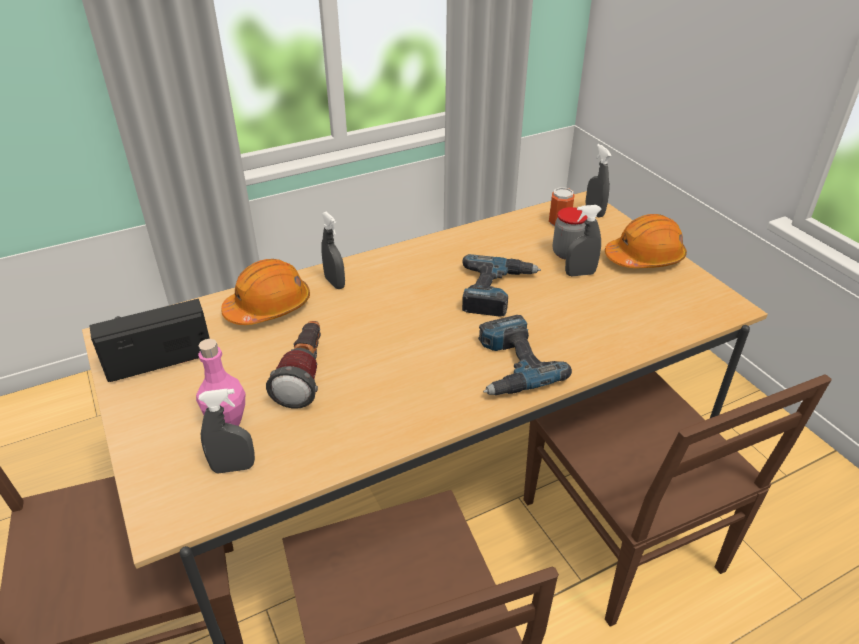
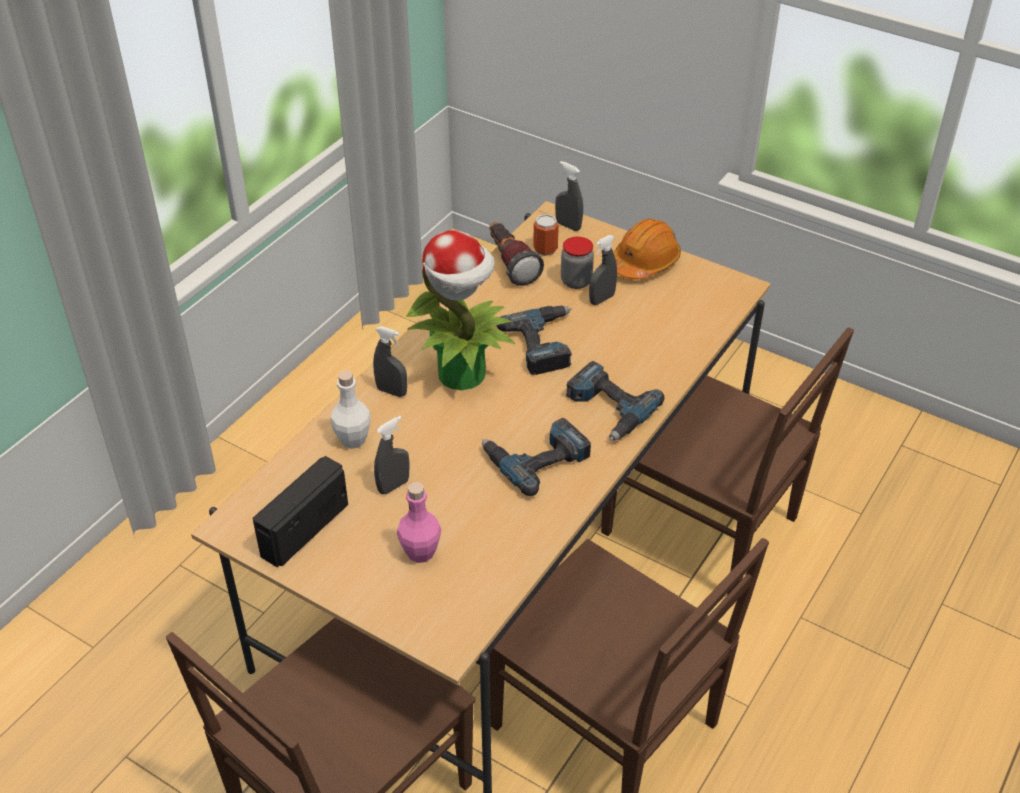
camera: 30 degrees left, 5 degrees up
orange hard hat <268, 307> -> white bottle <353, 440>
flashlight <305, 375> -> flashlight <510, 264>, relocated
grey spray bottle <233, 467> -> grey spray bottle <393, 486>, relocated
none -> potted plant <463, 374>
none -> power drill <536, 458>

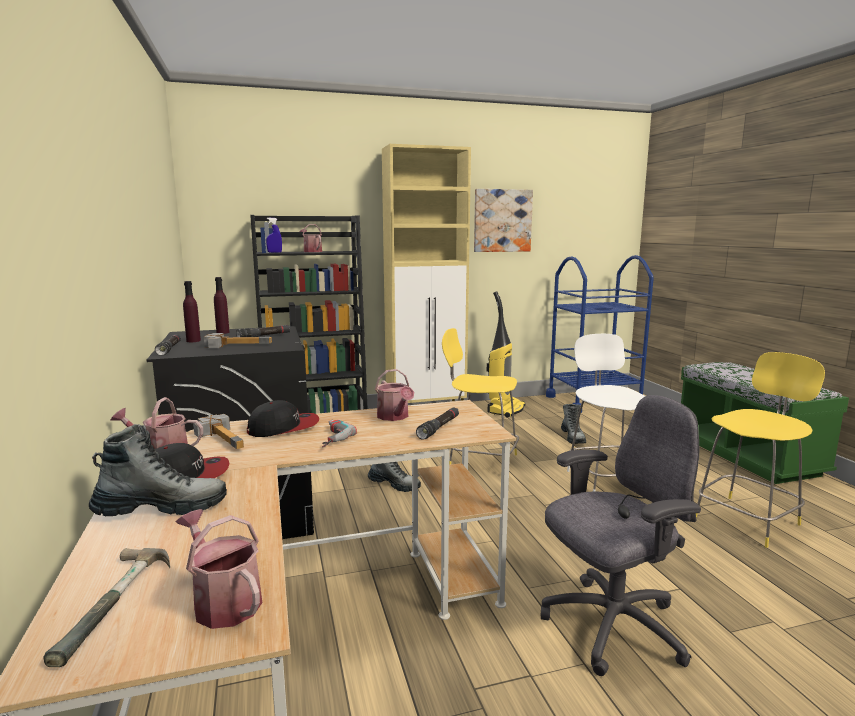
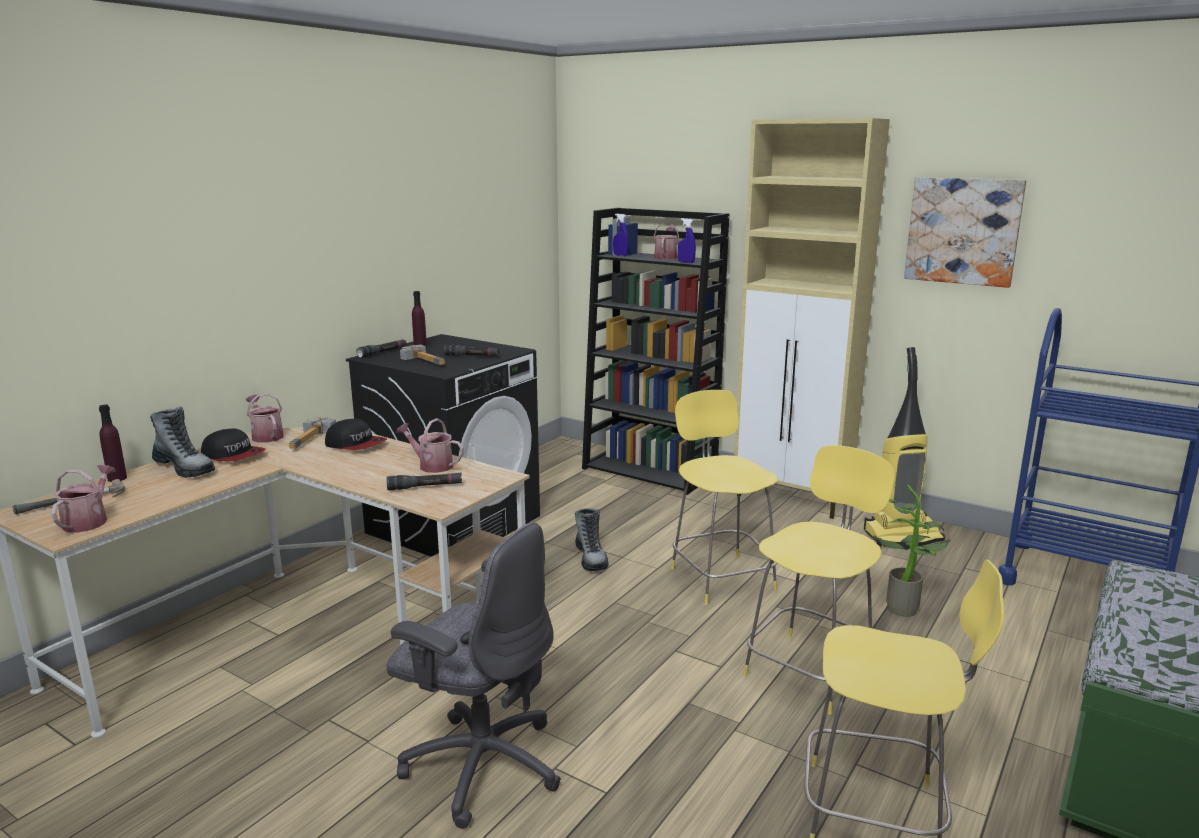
camera: 50 degrees right, 5 degrees up
purple bottle <223, 332> -> purple bottle <117, 478>, relocated
white stool <606, 480> -> yellow stool <811, 670>
watering can <394, 417> -> watering can <432, 465>, 90 degrees clockwise
boot <573, 437> -> potted plant <905, 607>
power drill <328, 438> -> none
none -> blue spray bottle <686, 262>

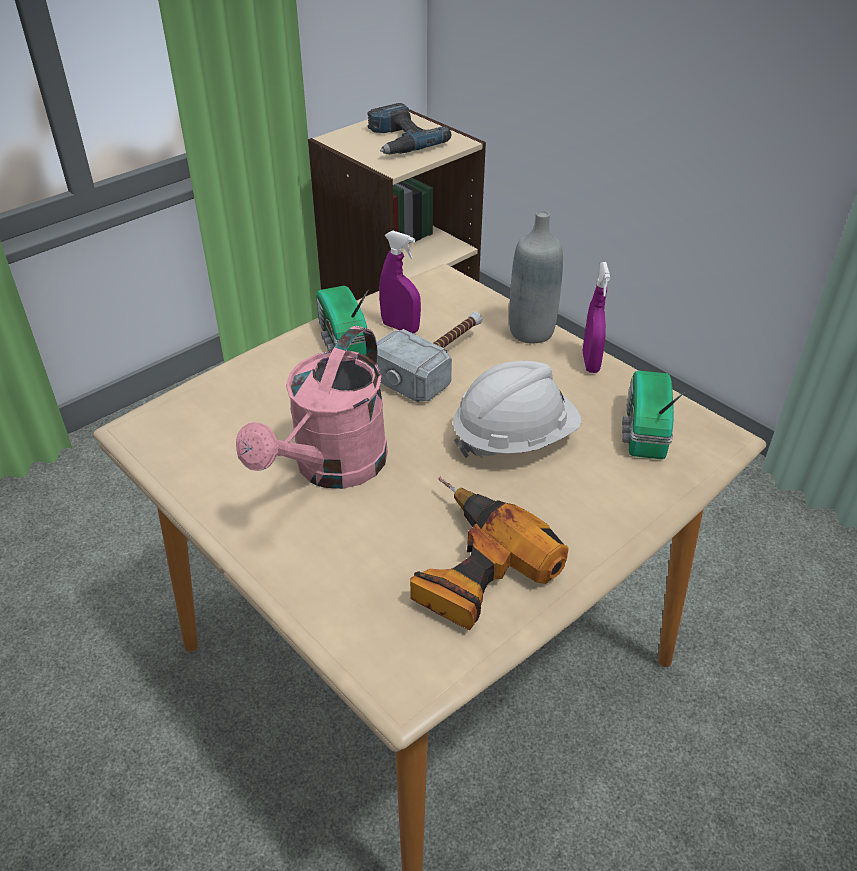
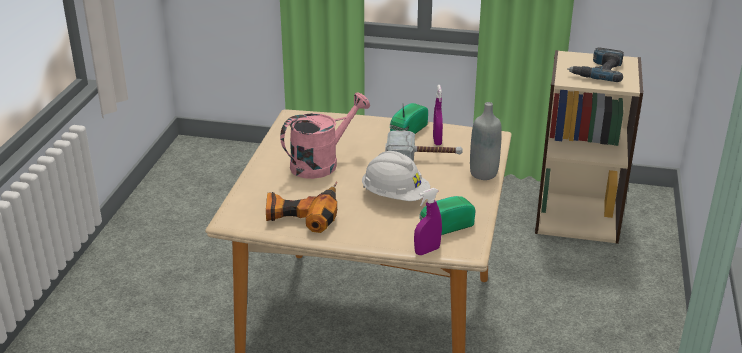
camera: 55 degrees right, 10 degrees down
purple spray bottle <590, 362> -> purple spray bottle <427, 251>, relocated
pink watering can <331, 469> -> pink watering can <321, 163>, 150 degrees clockwise

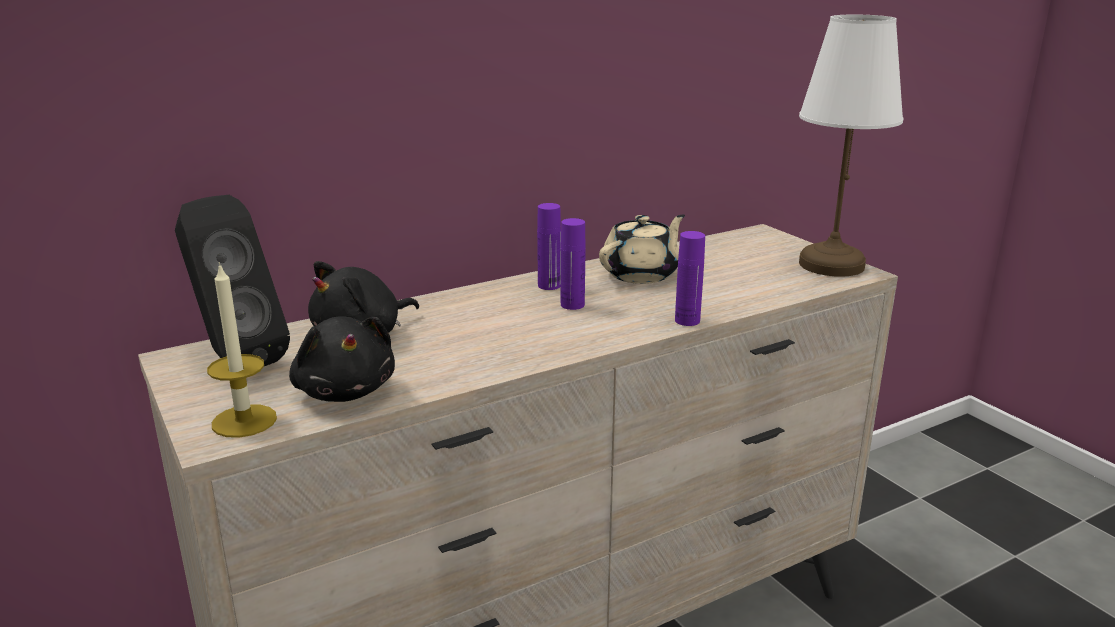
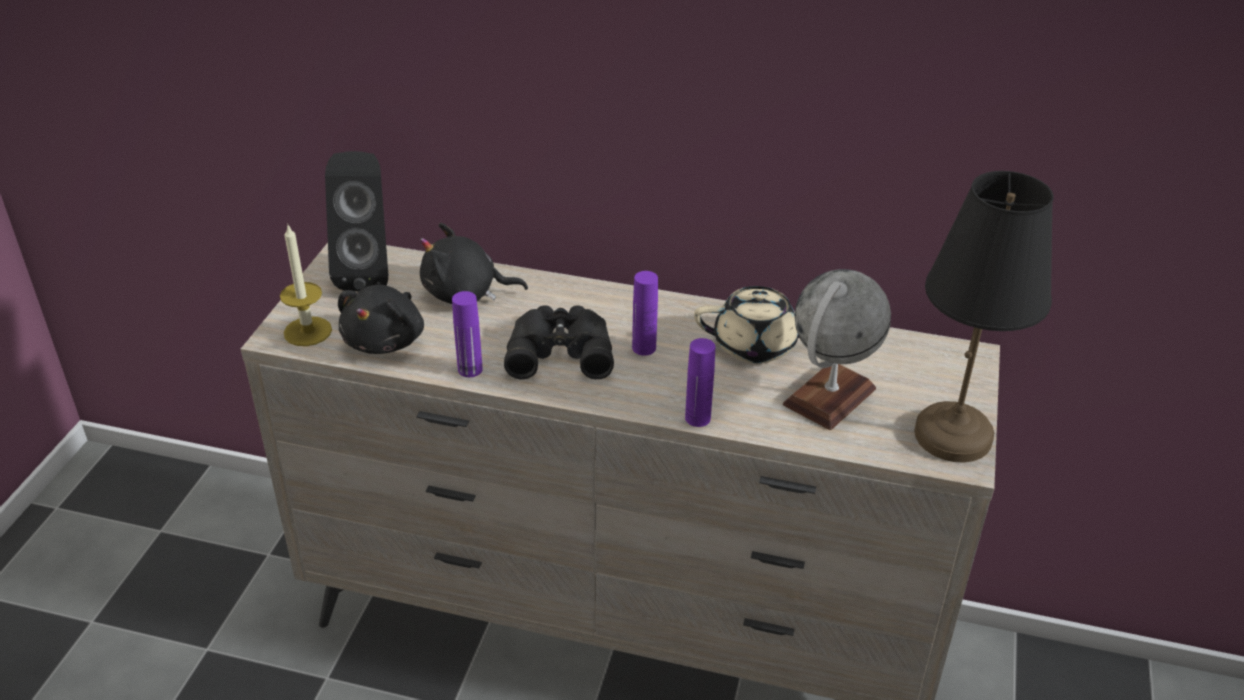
camera: 45 degrees right, 15 degrees up
white table lamp <830, 264> -> black table lamp <952, 434>
purple bottle <549, 285> -> purple bottle <470, 369>, relocated
none -> globe <829, 397>
none -> black binoculars <559, 349>

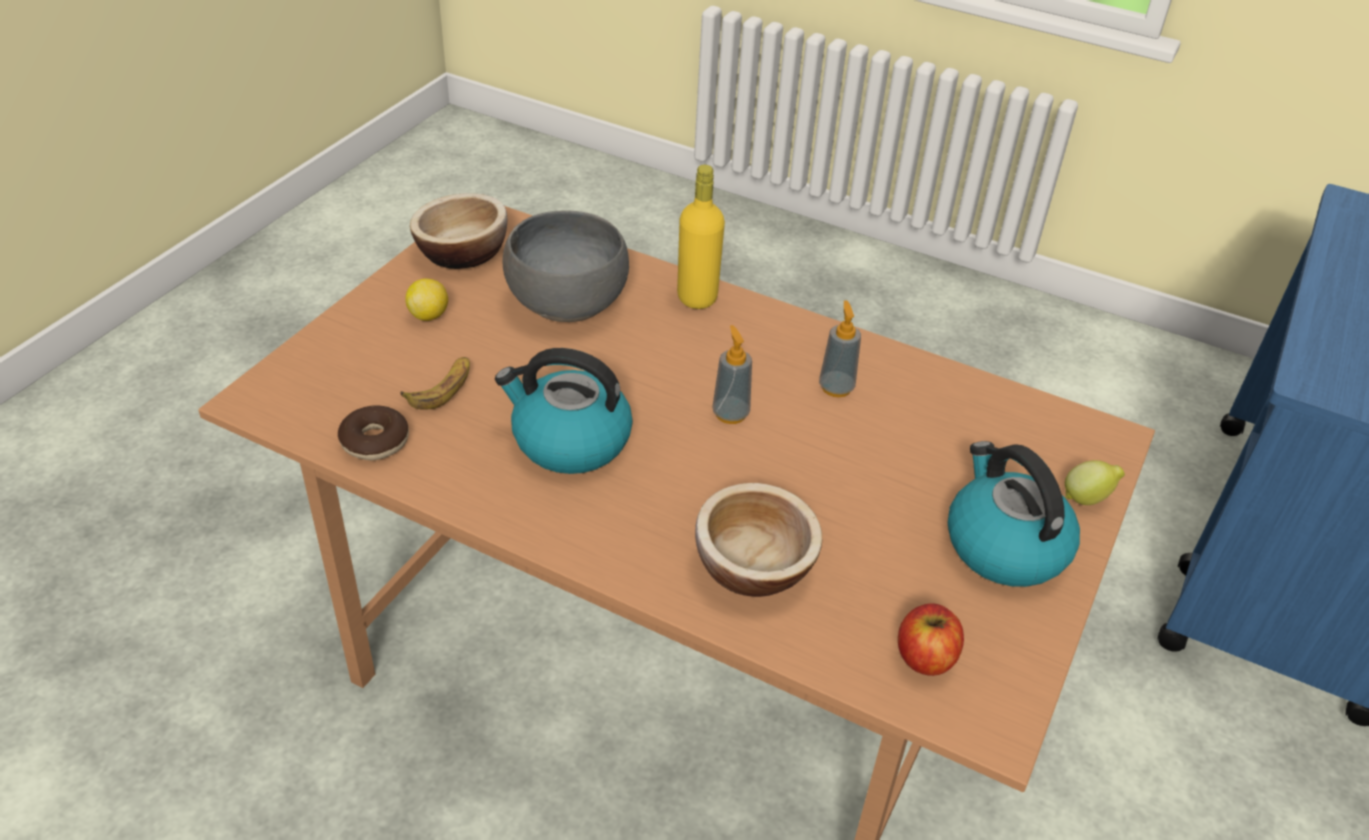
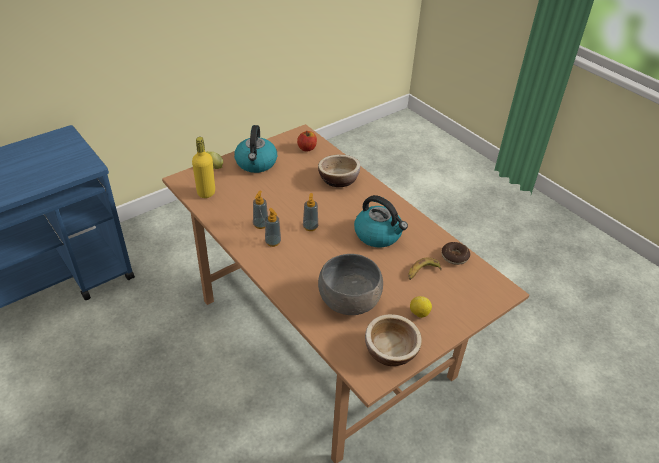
camera: 155 degrees left, 0 degrees up
yellow bottle <697, 297> -> yellow bottle <206, 193>, relocated
none -> soap dispenser <273, 242>

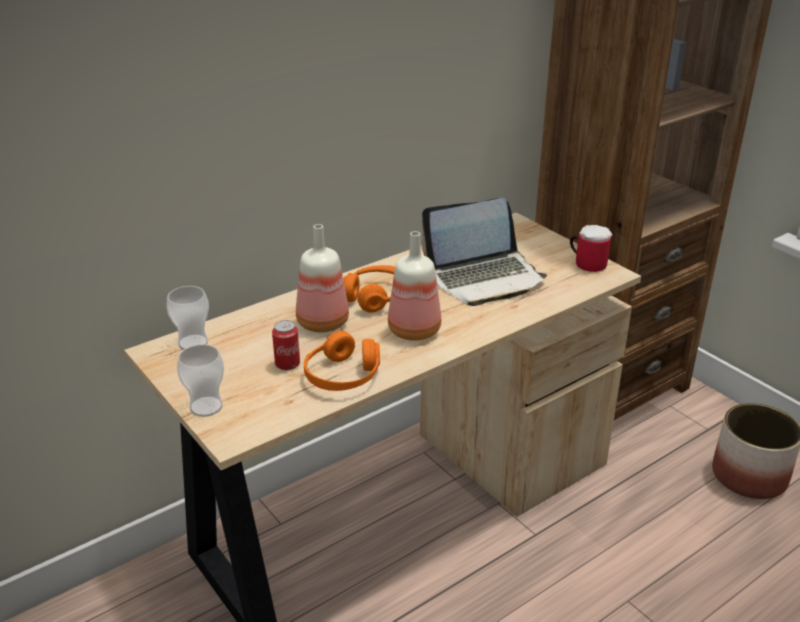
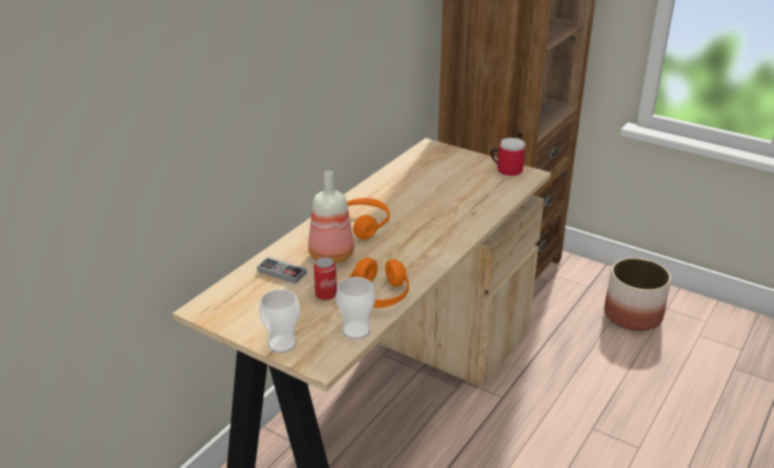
camera: 20 degrees left, 0 degrees up
laptop <484, 278> -> none
bottle <413, 330> -> none
cup <193, 343> -> cup <356, 330>, relocated
none -> game controller <282, 272>

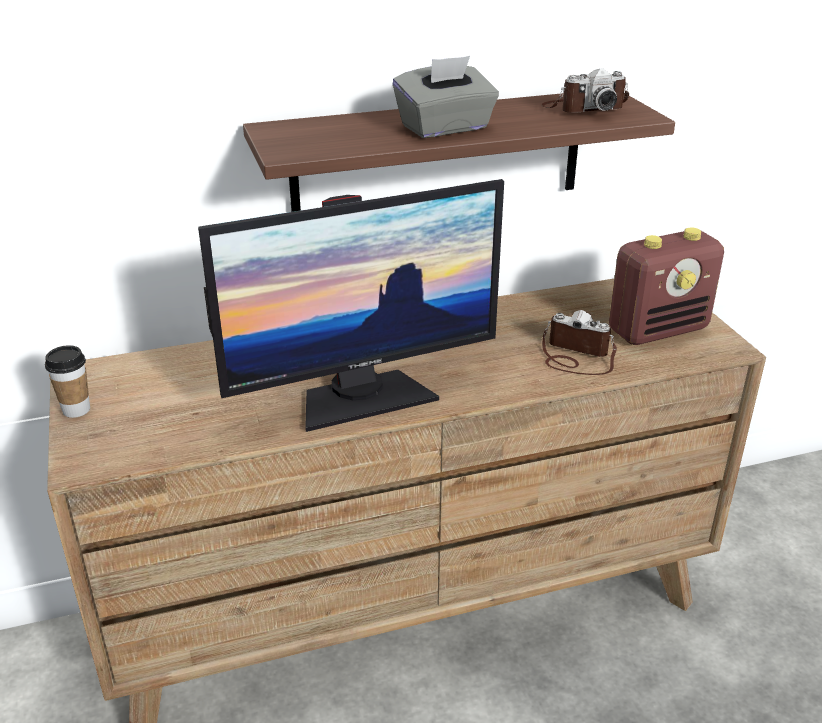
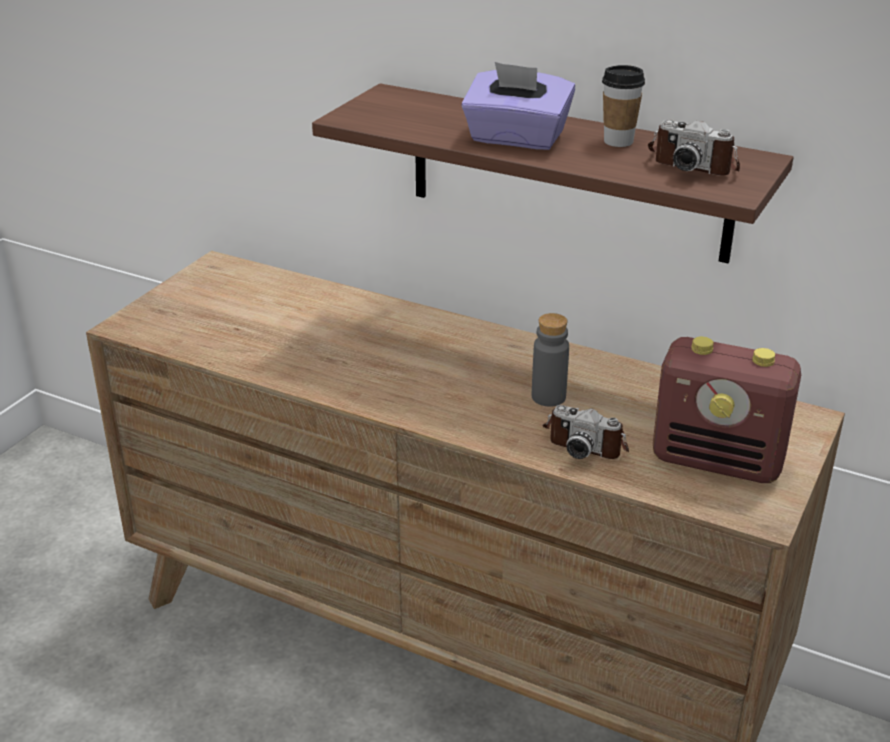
camera: 45 degrees right, 0 degrees up
grey tissue box <445, 128> -> purple tissue box <516, 139>
monitor <361, 396> -> none
photo camera <576, 357> -> photo camera <587, 441>, 135 degrees clockwise
cup <76, 410> -> cup <618, 141>, relocated
none -> grey bottle <548, 397>

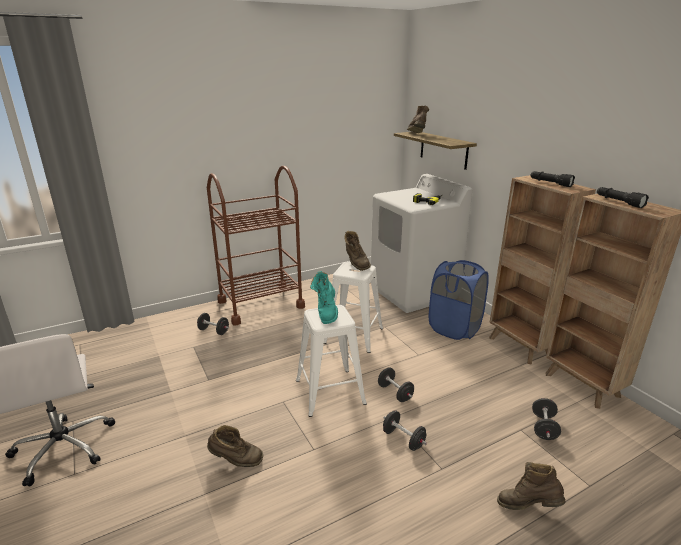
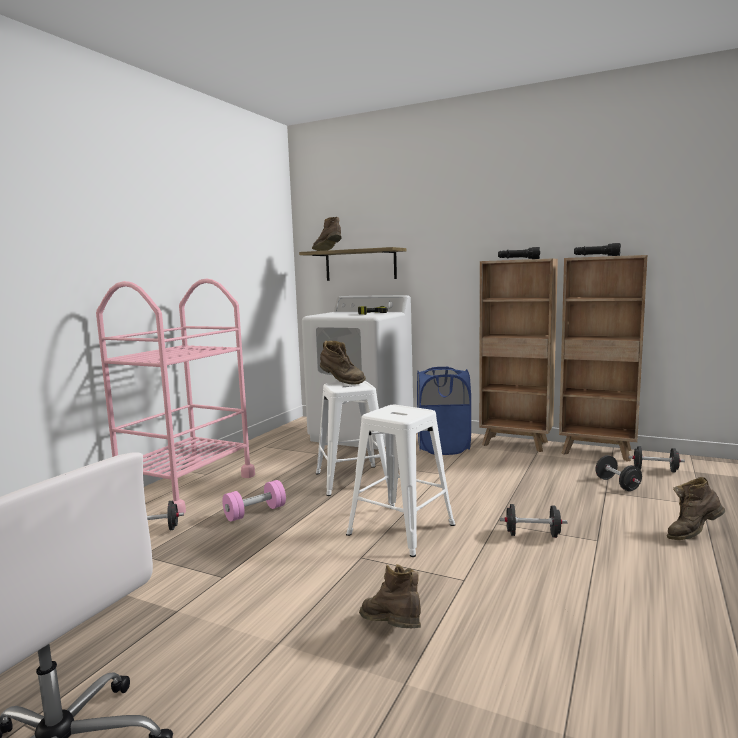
camera: 35 degrees left, 15 degrees down
brown cart <260, 304> -> pink cart <187, 488>
turquoise boot <326, 313> -> none
black dumbbell <395, 393> -> black dumbbell <655, 470>, relocated
brown boot <236, 461> -> brown boot <392, 632>, 90 degrees counterclockwise
none -> pink dumbbell <255, 512>

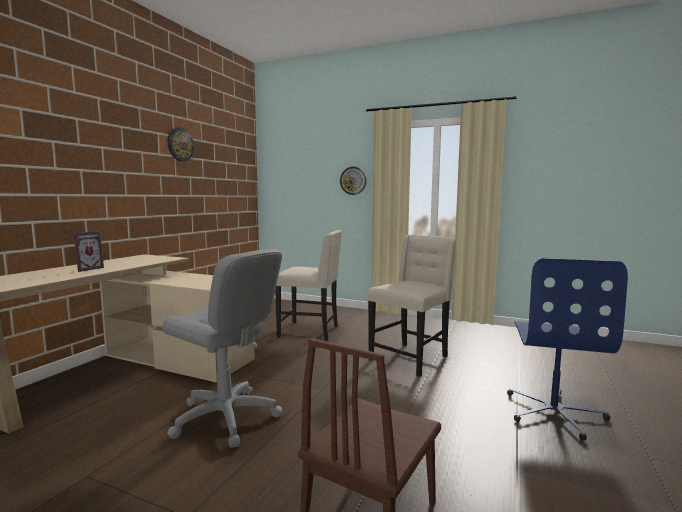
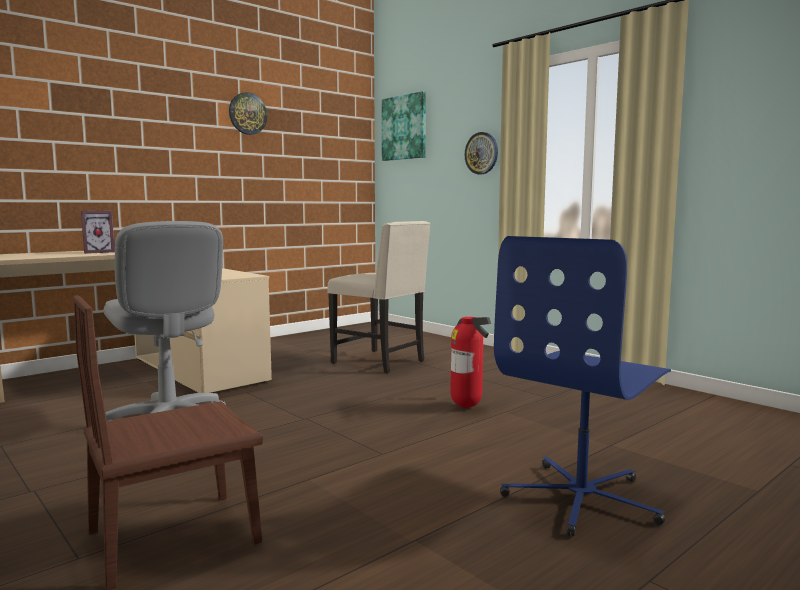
camera: 25 degrees right, 0 degrees up
beige chair <410, 358> -> fire extinguisher <467, 407>
none -> picture <404, 127>

